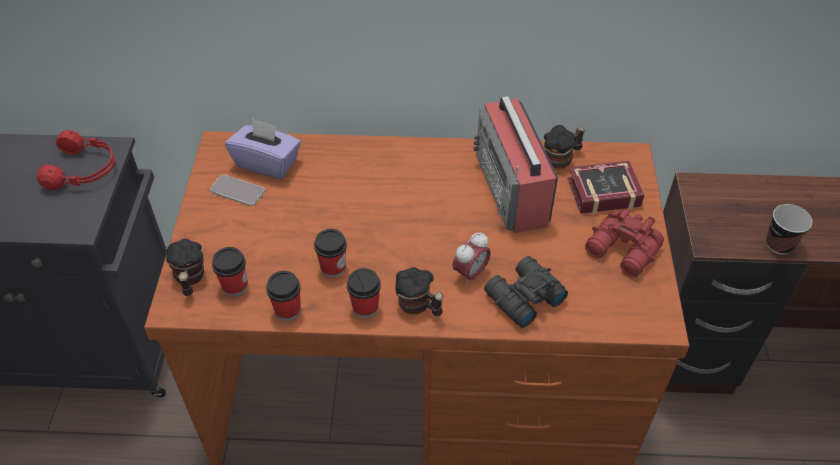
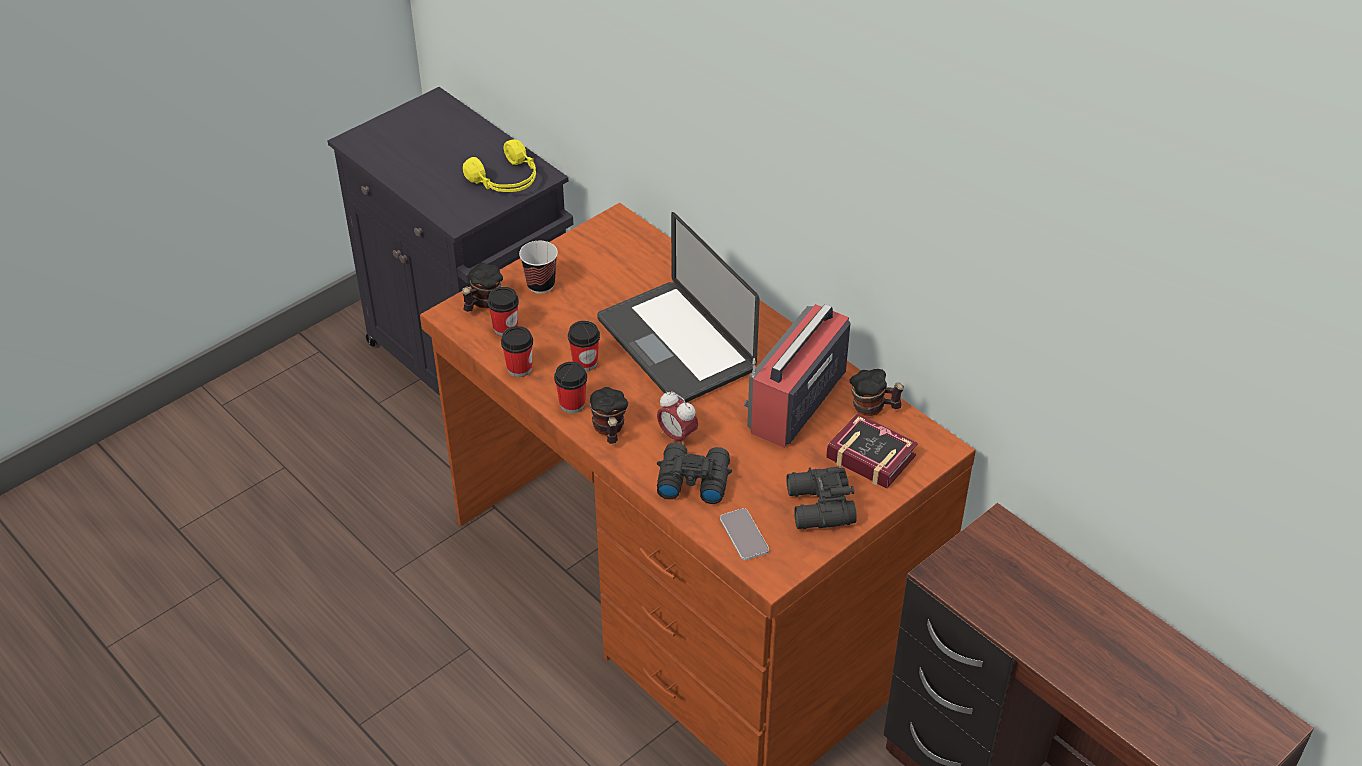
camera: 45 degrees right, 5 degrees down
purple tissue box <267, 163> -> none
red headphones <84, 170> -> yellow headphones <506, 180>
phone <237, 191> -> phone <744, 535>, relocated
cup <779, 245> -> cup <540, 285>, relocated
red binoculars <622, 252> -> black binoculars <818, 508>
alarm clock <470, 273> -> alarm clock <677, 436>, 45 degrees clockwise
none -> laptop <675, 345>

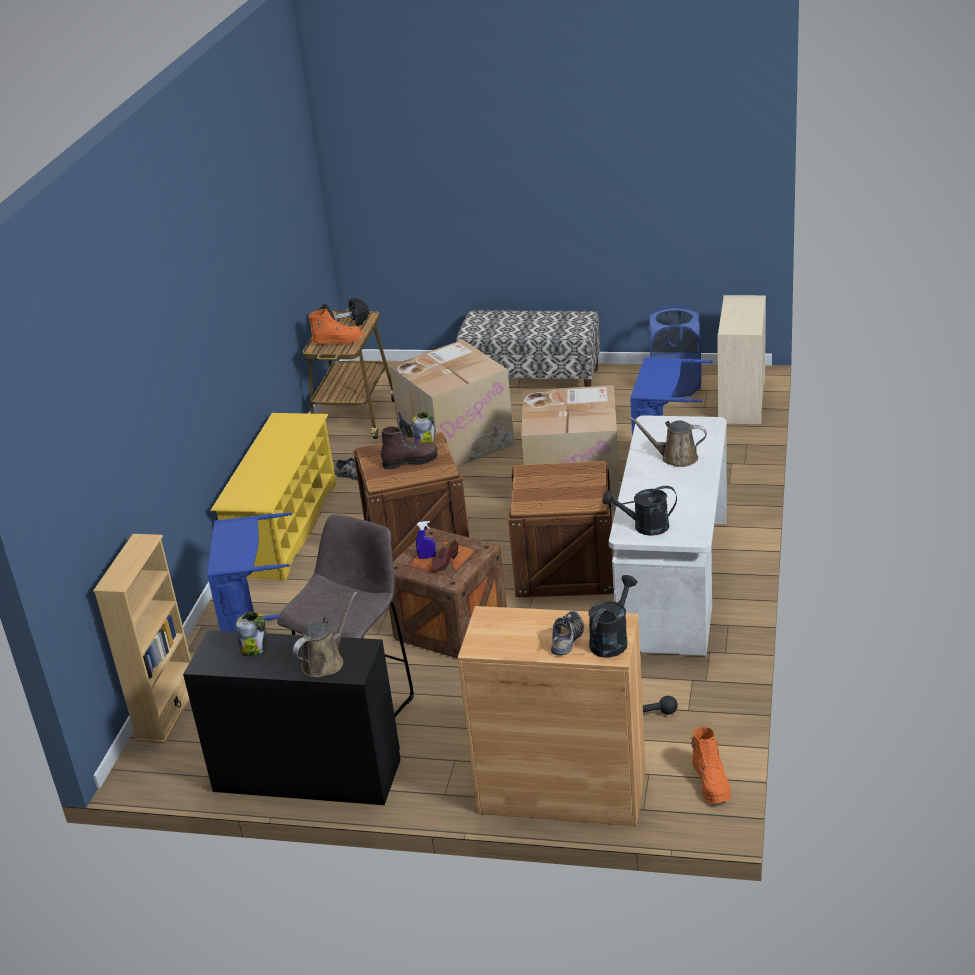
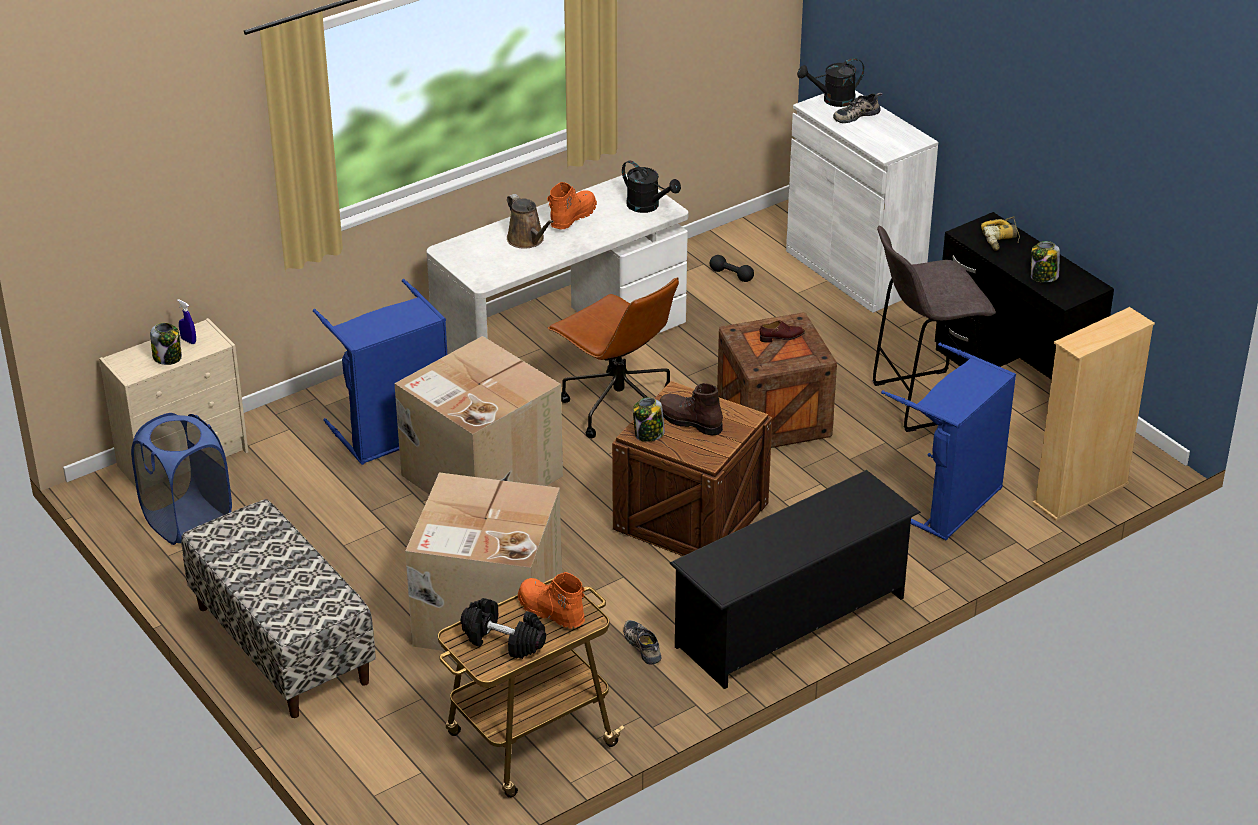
camera: 140 degrees left, 5 degrees up
yellow shoe rack <285, 529> -> black shoe rack <791, 622>
crate <564, 569> -> brown office chair <617, 406>
blue spray bottle <427, 557> -> blue spray bottle <188, 341>, relocated
brown watering can <326, 661> -> power drill <1002, 239>
brown cabinet <562, 791> -> white cabinet <854, 270>
orange boot <711, 782> -> orange boot <572, 217>, relocated
none -> jar <168, 357>

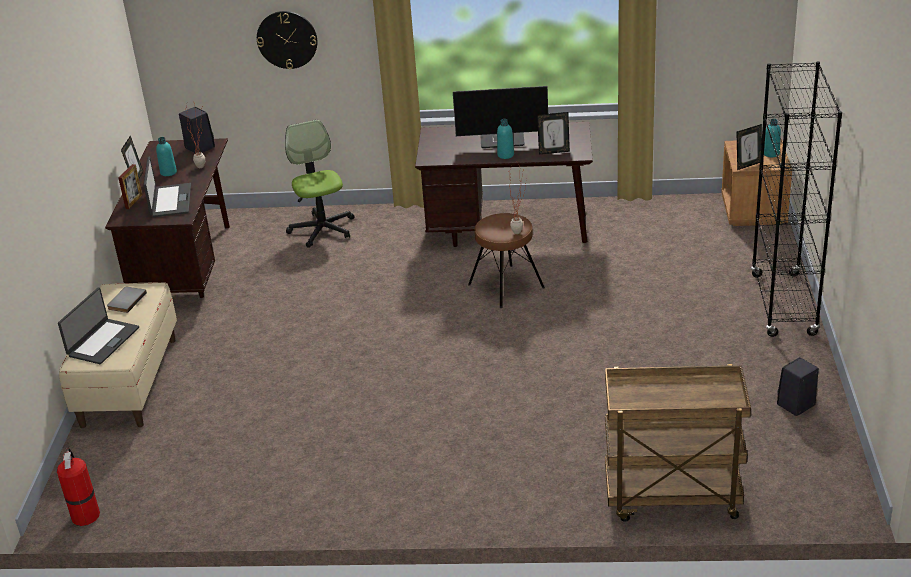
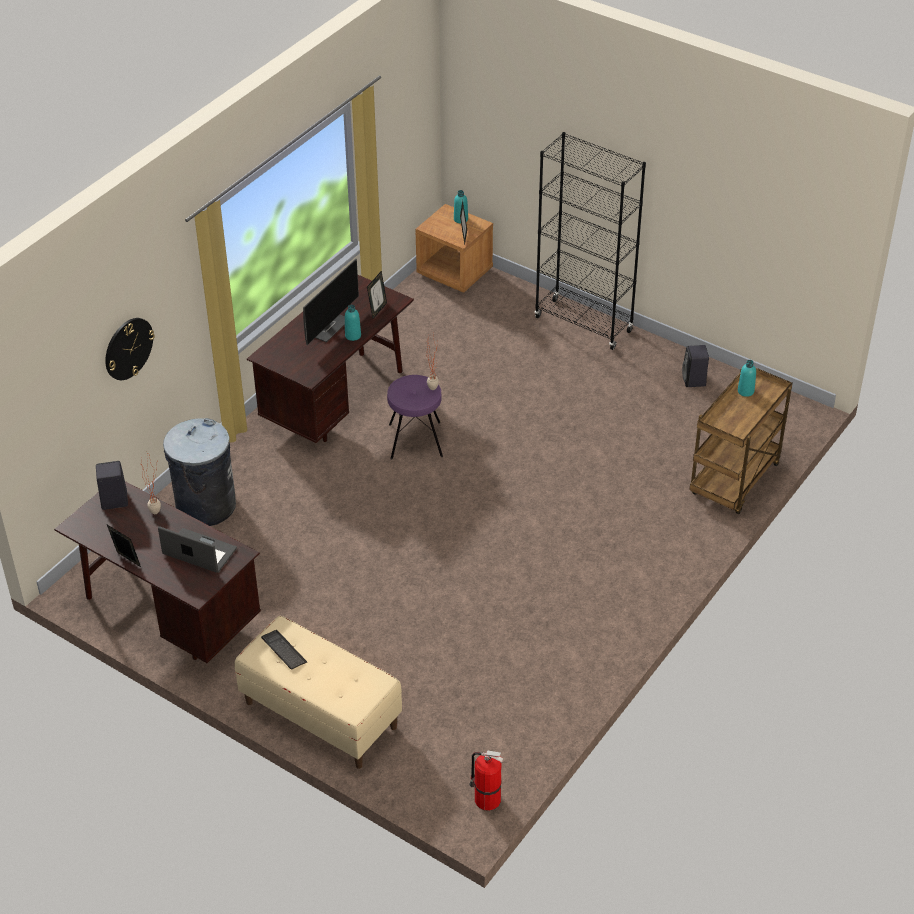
camera: 60 degrees left, 10 degrees up
office chair <322, 229> -> grey trash can <205, 505>
turquoise bottle <168, 172> -> turquoise bottle <745, 391>, relocated
picture frame <134, 202> -> none
brown stool <506, 286> -> purple stool <416, 440>
laptop <102, 342> -> none
grey book <125, 301> -> keyboard <284, 650>

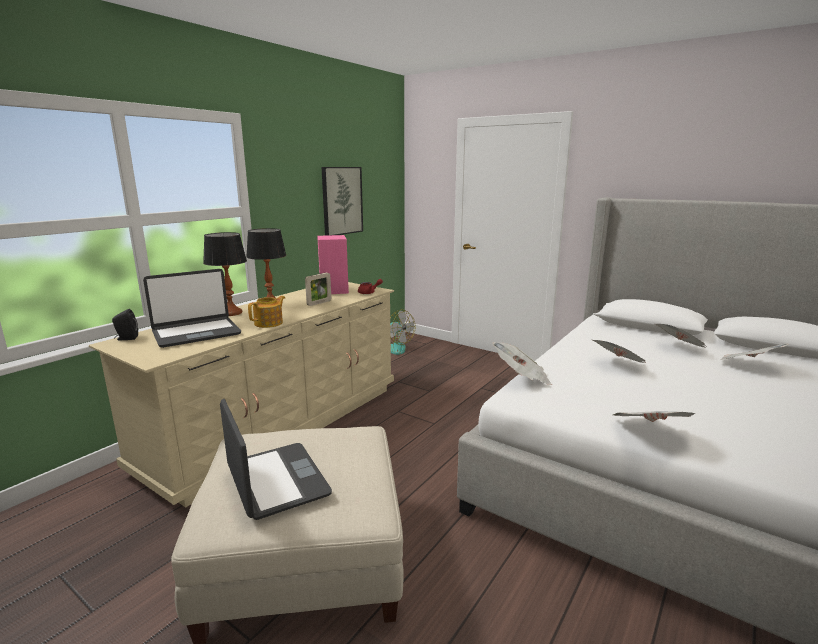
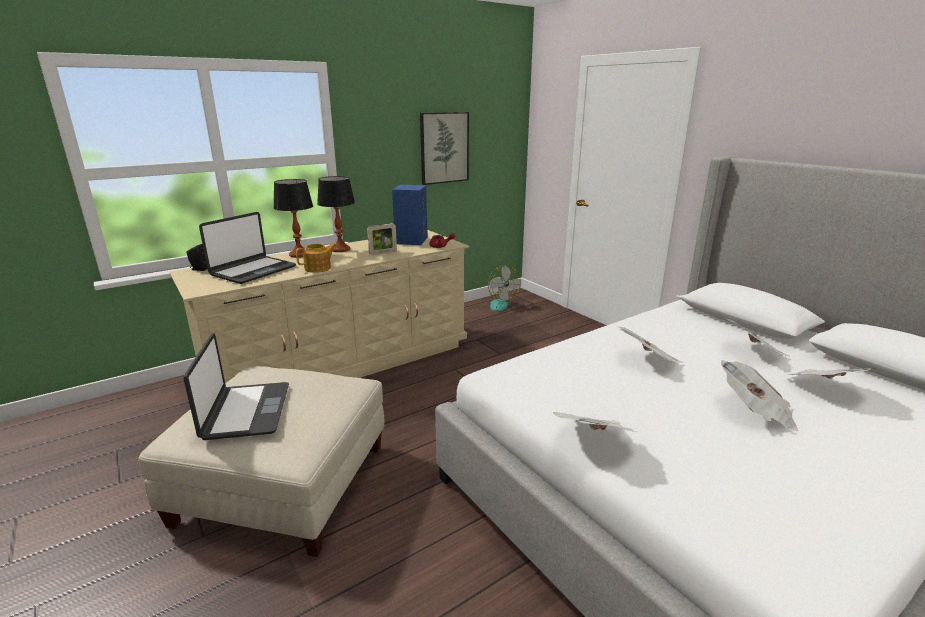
camera: 20 degrees right, 5 degrees up
pink speaker <333, 290> -> blue speaker <411, 240>
laptop <196, 333> -> laptop <253, 271>, 45 degrees counterclockwise
newspaper <521, 378> -> newspaper <755, 412>, relocated

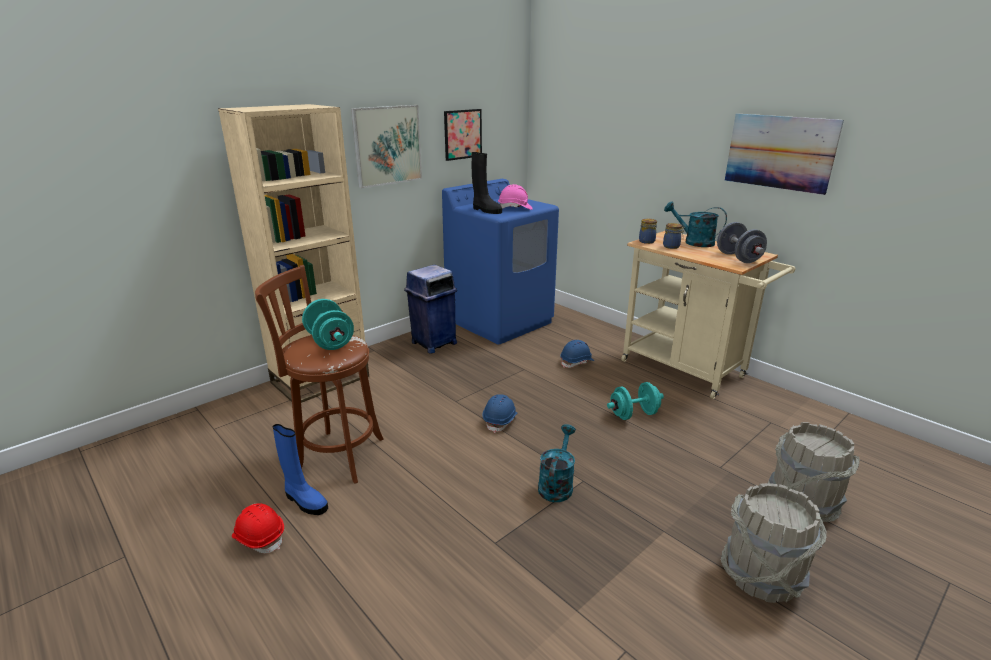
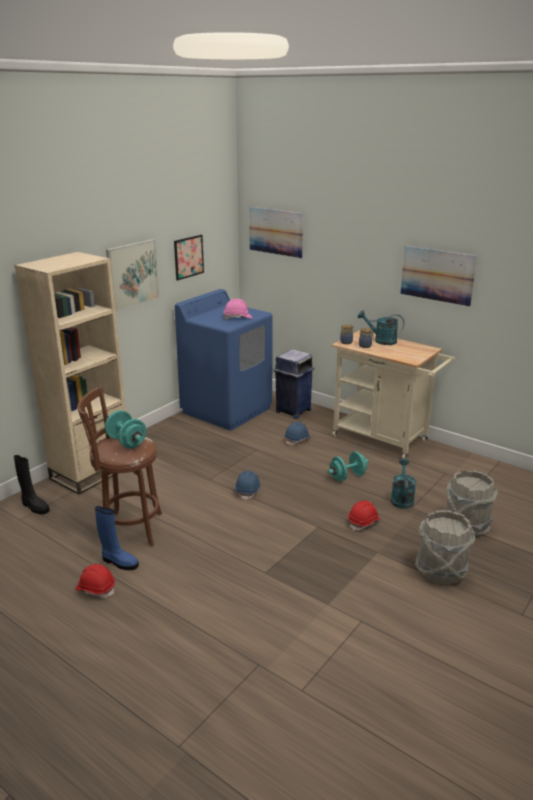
camera: 10 degrees left, 0 degrees up
black boot <486, 210> -> black boot <34, 507>, relocated
grey dumbbell <738, 258> -> none
blue trash can <433, 343> -> blue trash can <293, 411>, relocated
turquoise watering can <556, 484> -> turquoise watering can <401, 498>, relocated
none -> picture <275, 232>
none -> red hard hat <364, 522>

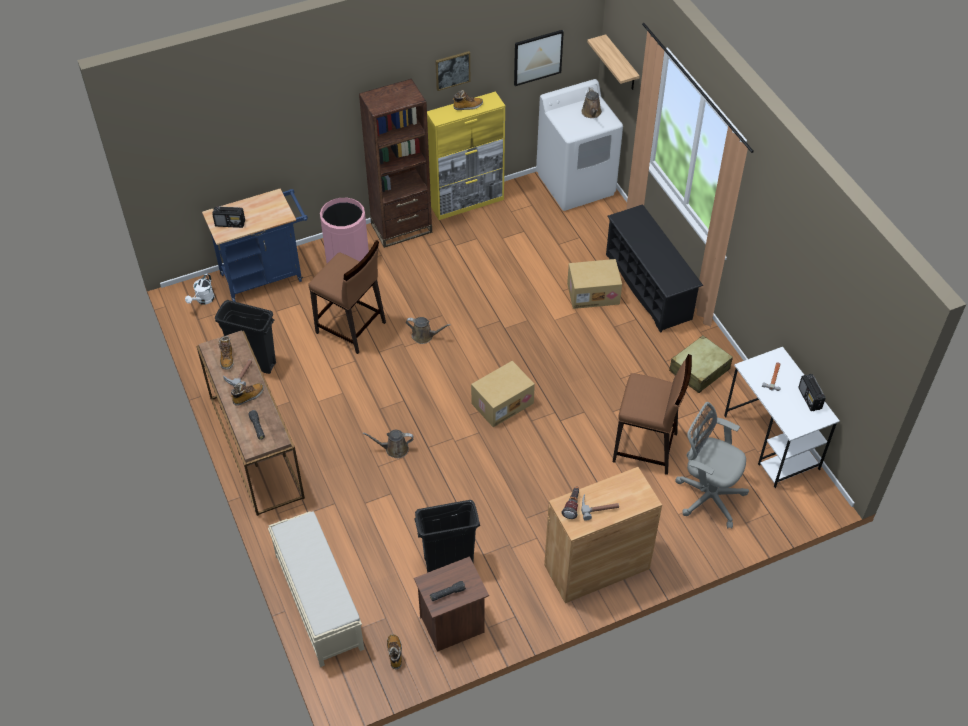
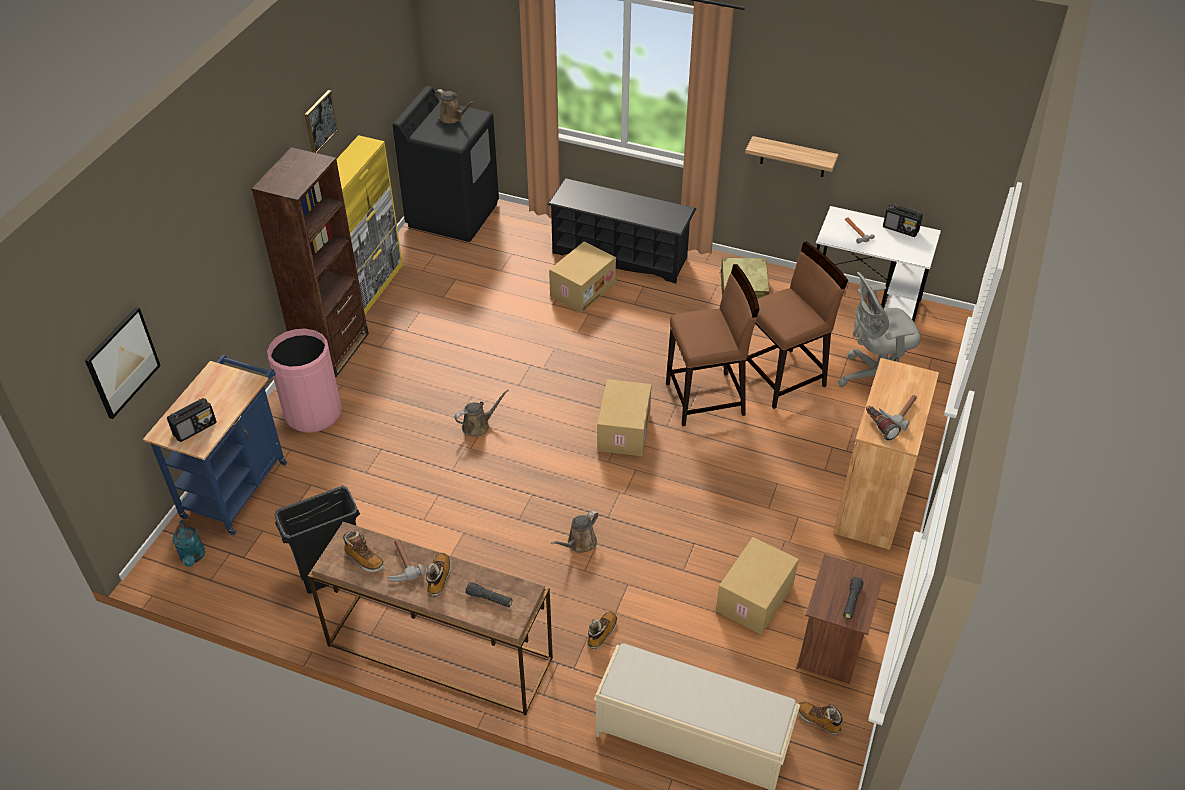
camera: 45 degrees left, 5 degrees down
picture <537, 57> -> picture <122, 362>, relocated
shelf <621, 64> -> shelf <793, 157>, relocated
white washing machine <576, 184> -> black washing machine <453, 214>
boot <468, 106> -> boot <602, 633>, relocated
brown stool <351, 328> -> brown stool <706, 399>, relocated
white watering can <203, 300> -> turquoise watering can <193, 557>
black trash can <448, 561> -> cardboard box <755, 599>

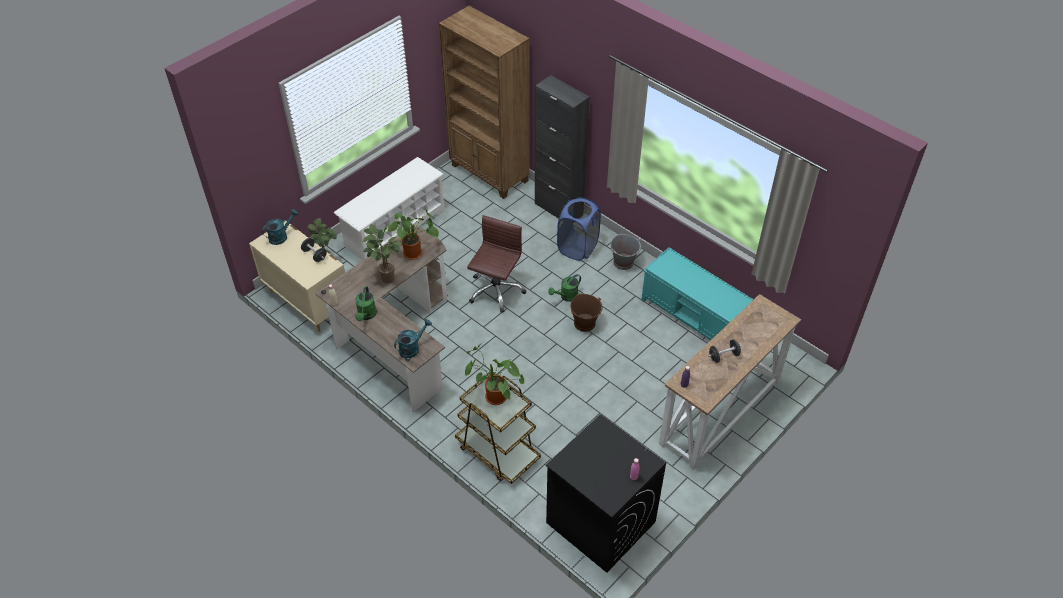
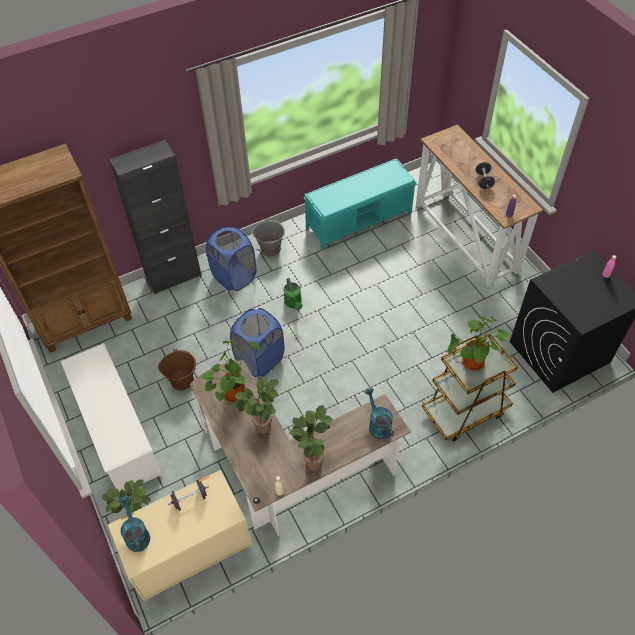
camera: 70 degrees left, 5 degrees up
brown office chair <496, 290> -> blue laundry basket <260, 359>
green watering can <366, 315> -> potted plant <312, 461>
brown bucket <585, 323> -> brown bucket <182, 380>, relocated

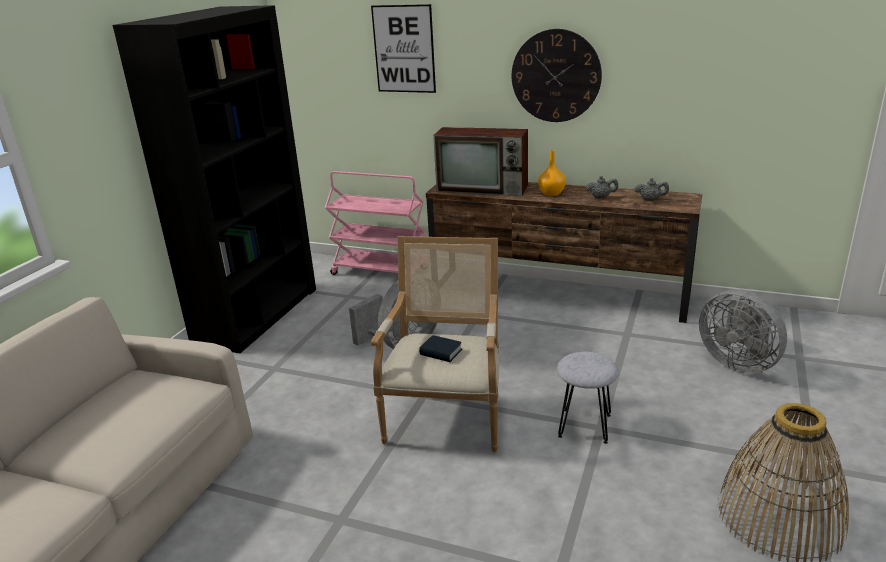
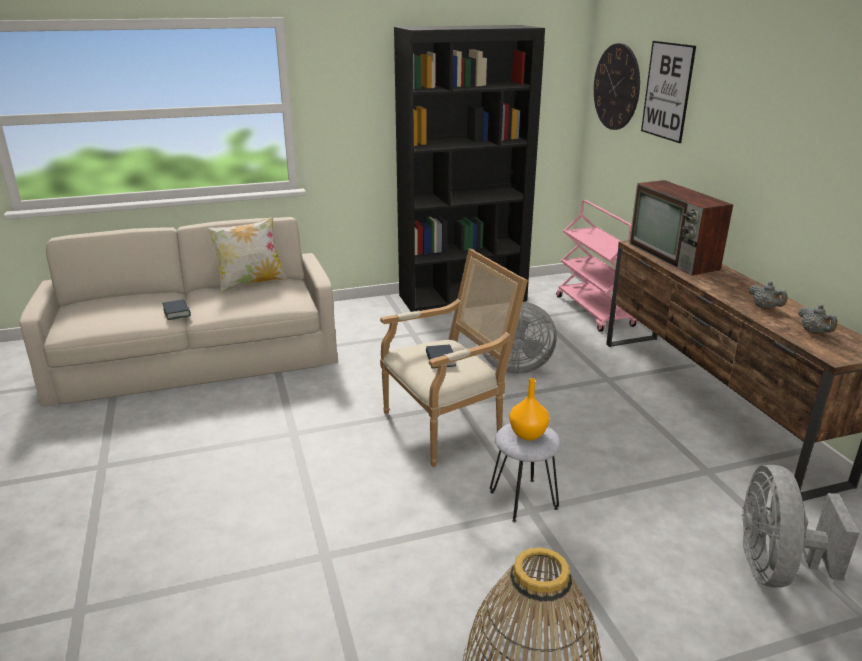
camera: 50 degrees right, 0 degrees up
wall clock <556, 76> -> wall clock <616, 87>, relocated
orange vase <551, 193> -> orange vase <527, 434>, relocated
none -> pillow <251, 283>
none -> book <177, 313>

